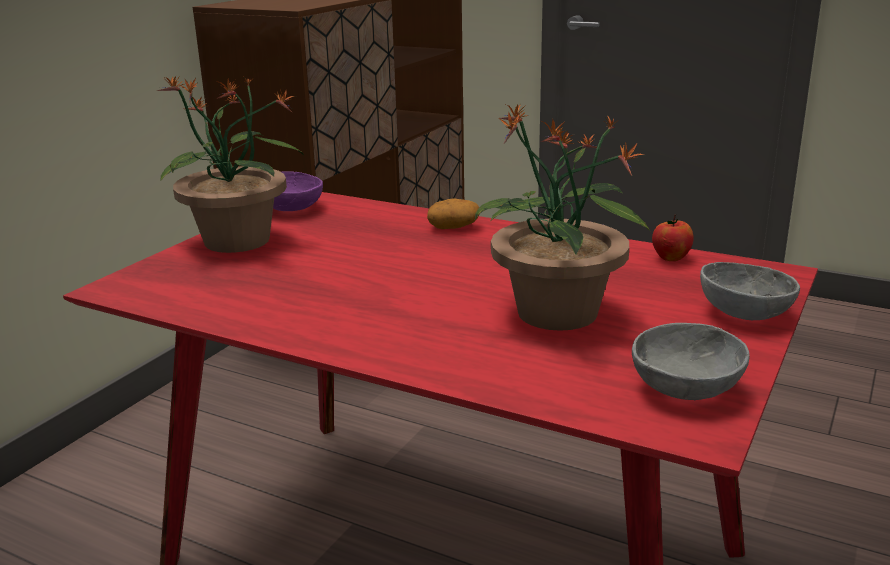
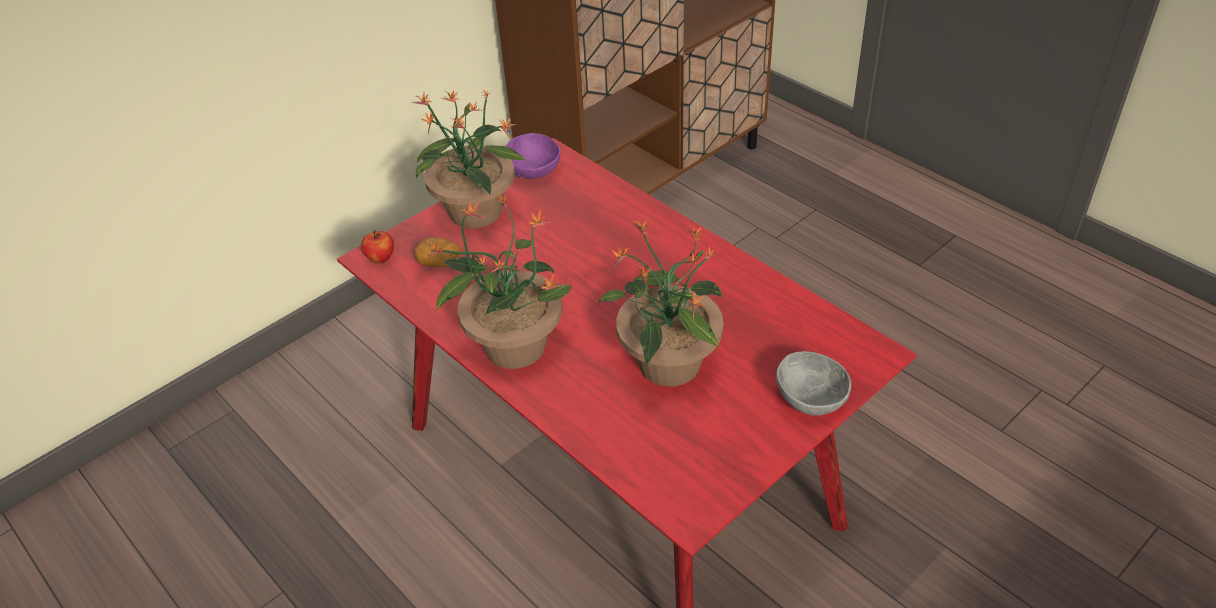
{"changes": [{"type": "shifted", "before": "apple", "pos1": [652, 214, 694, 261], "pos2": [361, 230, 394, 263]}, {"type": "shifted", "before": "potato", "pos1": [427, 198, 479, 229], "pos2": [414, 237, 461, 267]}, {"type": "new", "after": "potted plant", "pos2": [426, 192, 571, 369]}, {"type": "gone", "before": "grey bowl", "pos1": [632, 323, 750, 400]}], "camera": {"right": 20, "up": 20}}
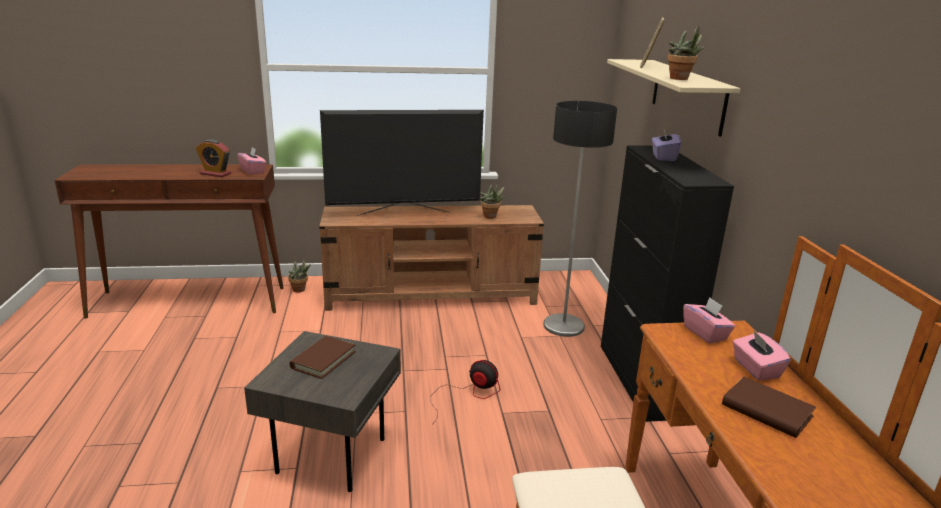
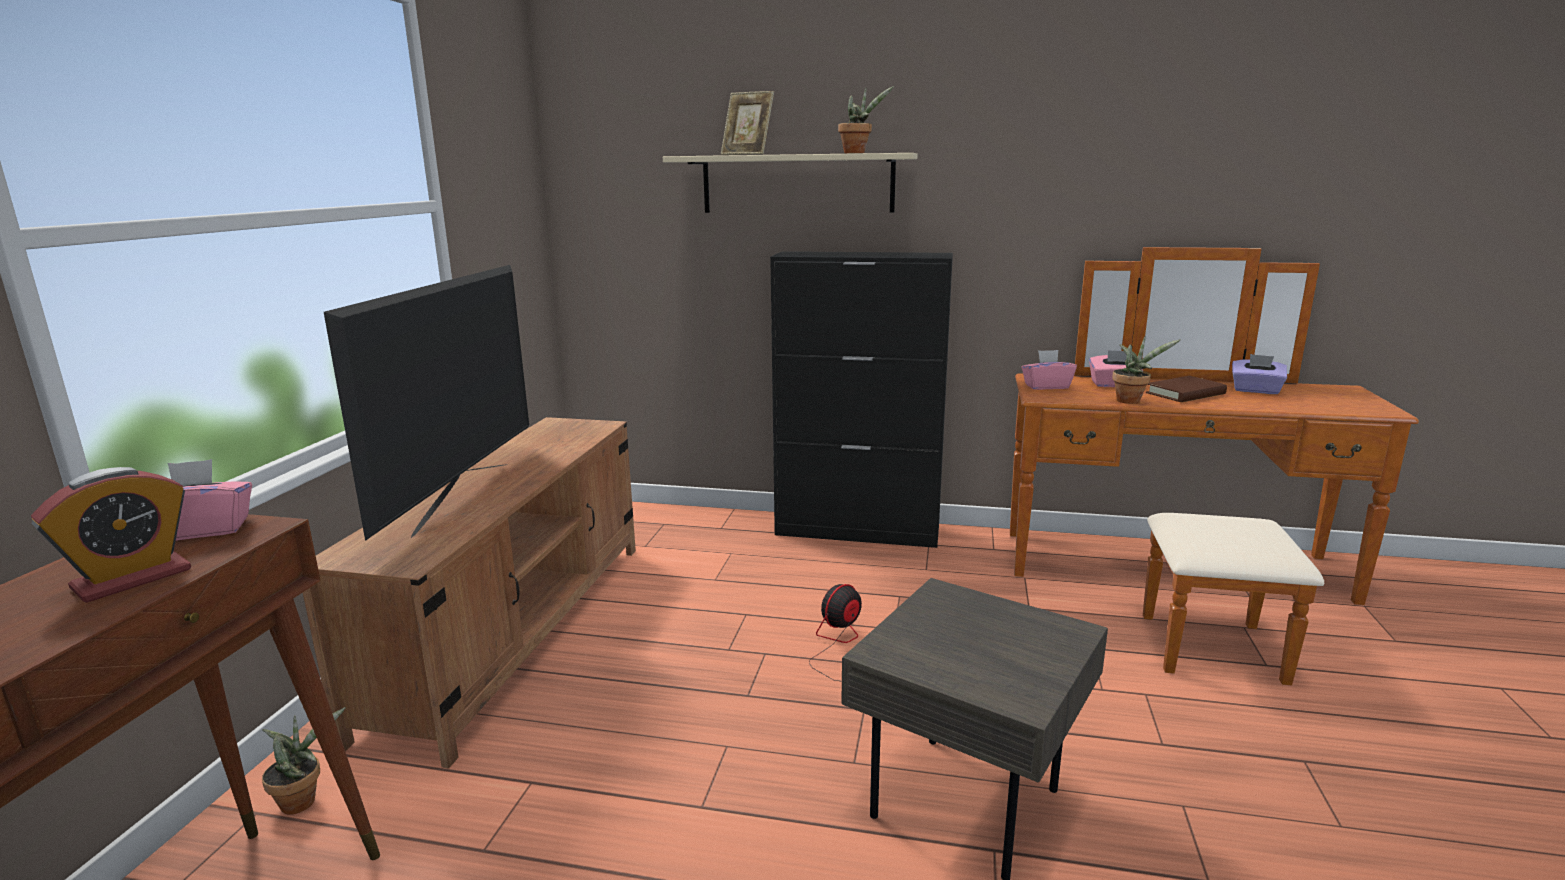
{"changes": [{"type": "shifted", "before": "potted plant", "pos1": [479, 184, 505, 219], "pos2": [1112, 336, 1181, 404]}, {"type": "shifted", "before": "purple tissue box", "pos1": [652, 130, 681, 161], "pos2": [1232, 354, 1287, 394]}, {"type": "gone", "before": "brown book", "pos1": [290, 336, 356, 379]}, {"type": "gone", "before": "floor lamp", "pos1": [544, 101, 617, 337]}], "camera": {"right": -70, "up": -5}}
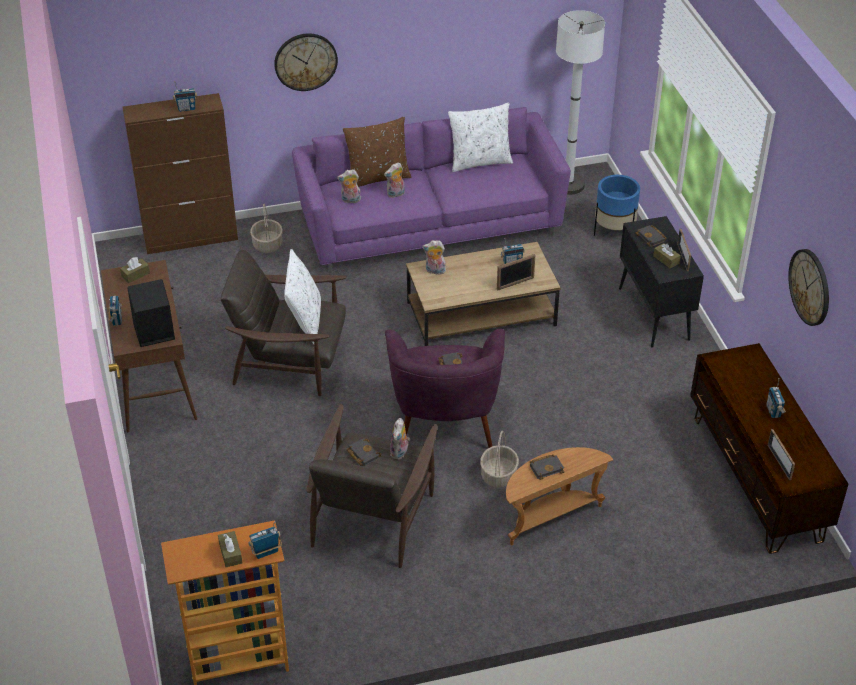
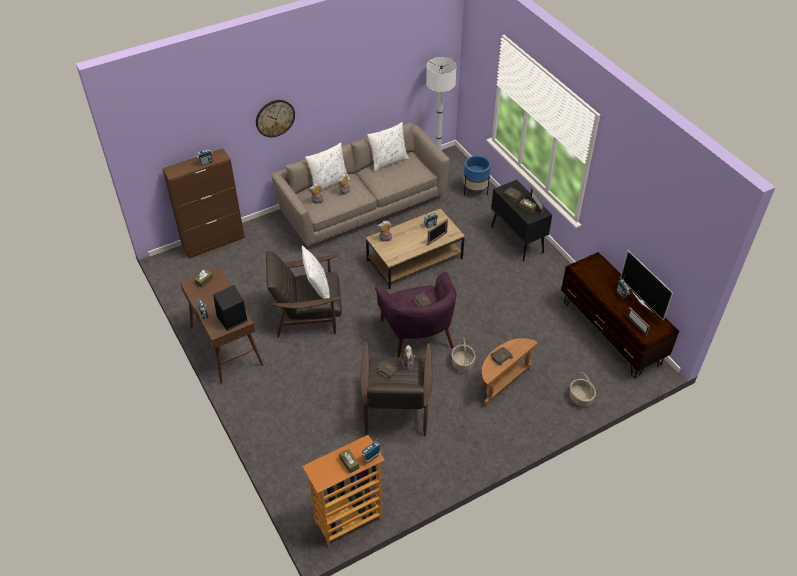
{"changes": [{"type": "repainted", "before": "purple sofa", "after": "beige sofa", "pos1": [292, 107, 571, 273], "pos2": [272, 123, 450, 250]}, {"type": "repainted", "before": "brown pillow", "after": "white pillow", "pos1": [343, 117, 412, 187], "pos2": [305, 143, 350, 191]}, {"type": "shifted", "before": "basket", "pos1": [250, 203, 283, 253], "pos2": [569, 372, 596, 407]}, {"type": "new", "after": "television", "pos2": [620, 250, 673, 321]}, {"type": "gone", "before": "wall clock", "pos1": [788, 249, 829, 326]}], "camera": {"right": -15, "up": 5}}
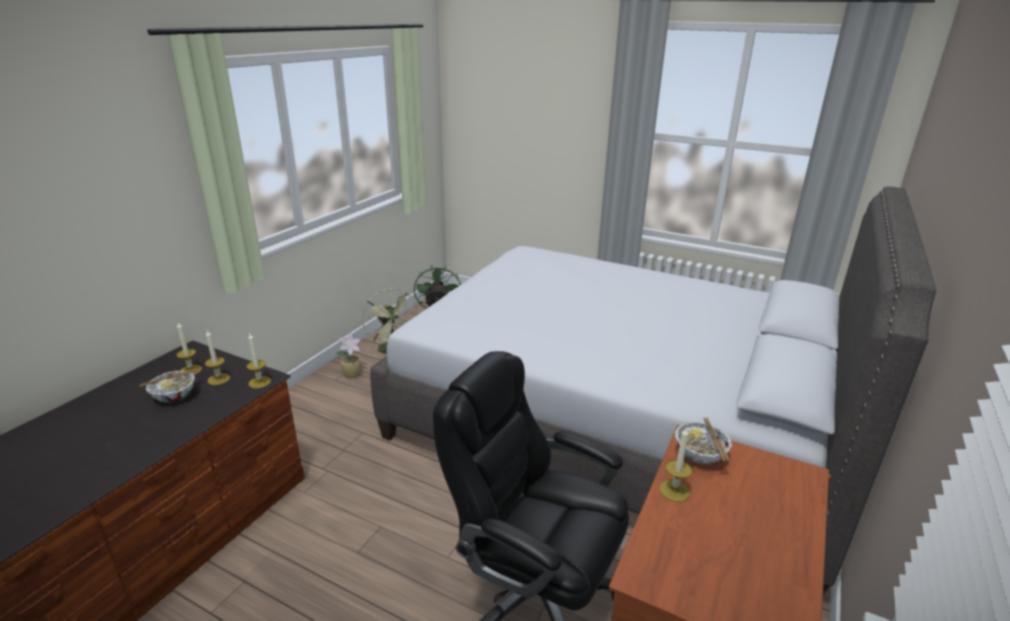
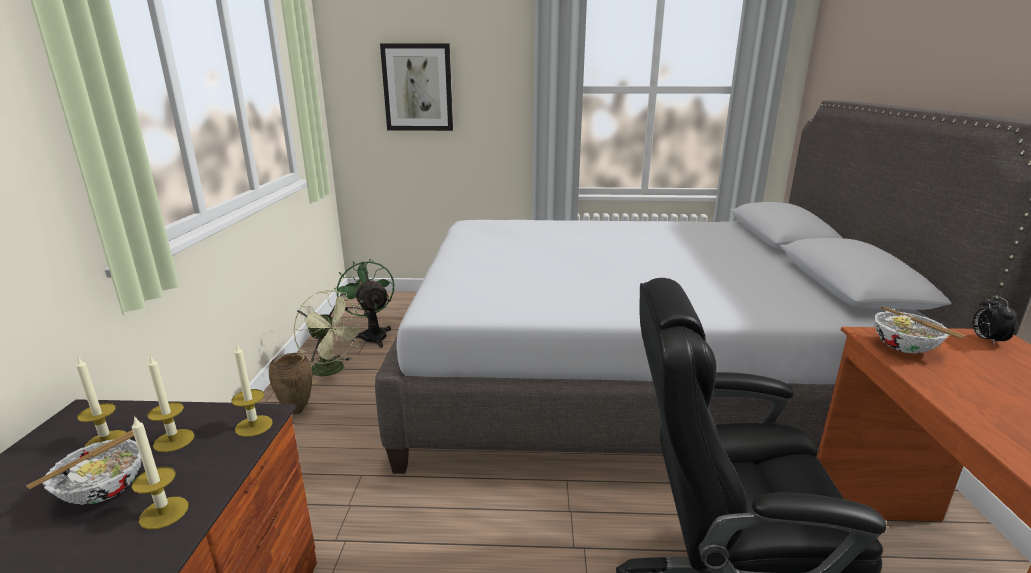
{"changes": [{"type": "shifted", "before": "candle", "pos1": [659, 427, 692, 502], "pos2": [132, 415, 189, 530]}, {"type": "swapped", "before": "potted plant", "after": "brown vase", "pos1": [336, 333, 360, 379], "pos2": [269, 353, 312, 414]}, {"type": "new", "after": "picture", "pos2": [380, 43, 453, 131]}, {"type": "new", "after": "alarm clock", "pos2": [972, 296, 1016, 346]}], "camera": {"right": -25, "up": -5}}
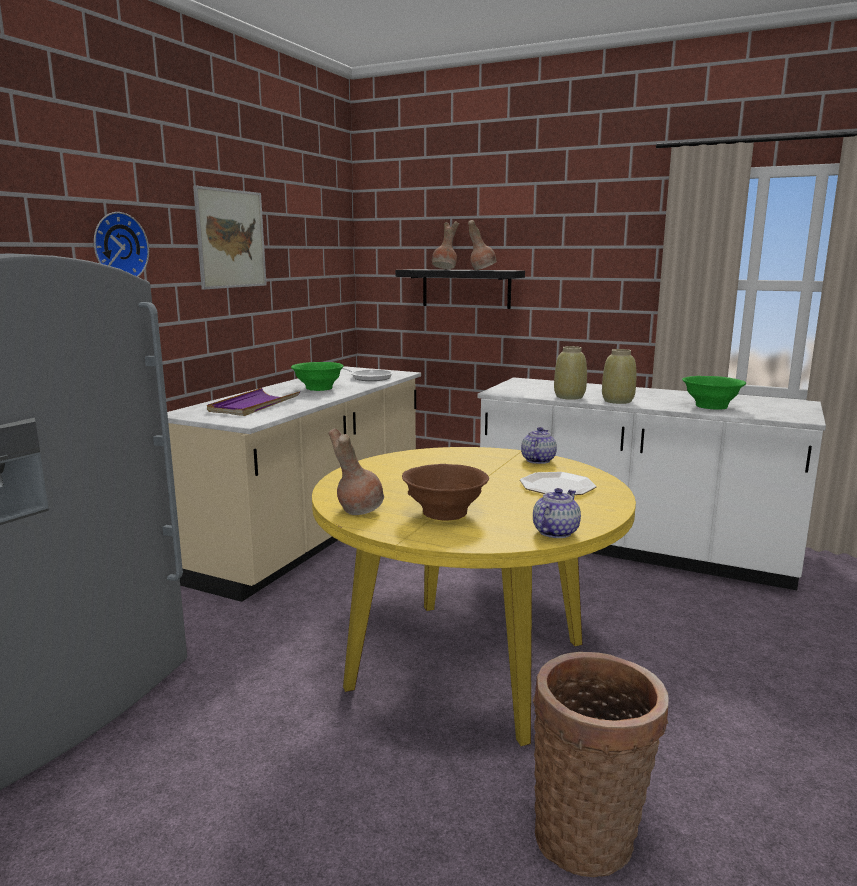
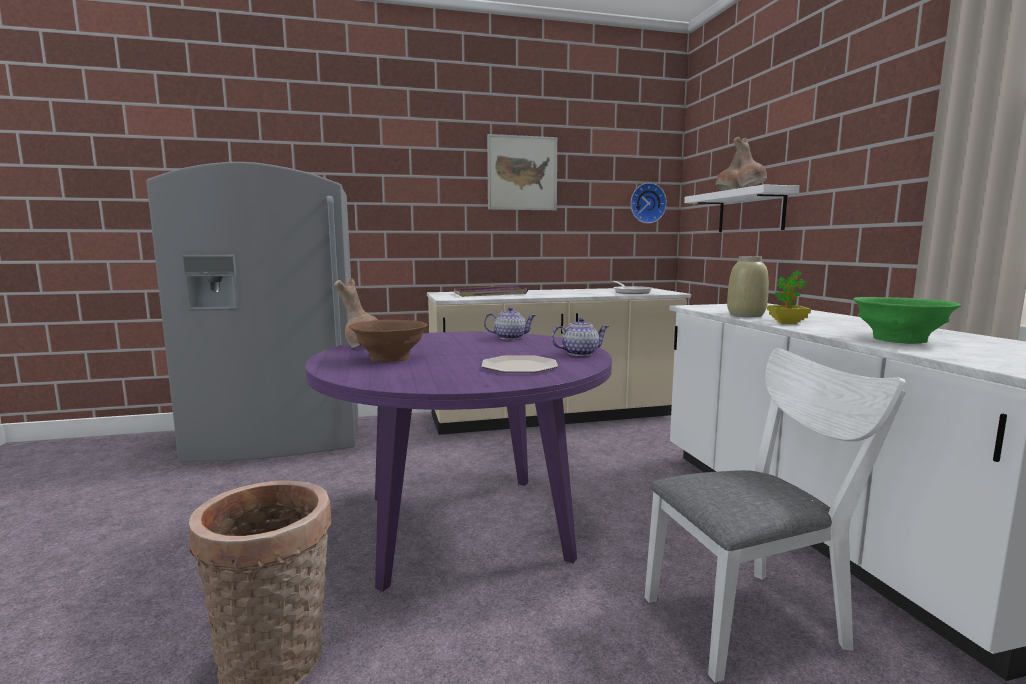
{"changes": [{"type": "repainted", "before": "yellow dining table", "after": "purple dining table", "pos1": [312, 447, 636, 746], "pos2": [305, 332, 612, 592]}, {"type": "shifted", "before": "teapot", "pos1": [533, 488, 581, 538], "pos2": [484, 307, 536, 340]}, {"type": "shifted", "before": "wall clock", "pos1": [94, 212, 149, 277], "pos2": [630, 183, 667, 224]}, {"type": "new", "after": "white chair", "pos2": [645, 348, 905, 682]}, {"type": "repainted", "before": "black shelf", "after": "white shelf", "pos1": [395, 269, 525, 309], "pos2": [684, 184, 800, 232]}, {"type": "swapped", "before": "beige vase", "after": "potted plant", "pos1": [602, 349, 637, 404], "pos2": [767, 270, 811, 324]}, {"type": "gone", "before": "green bowl", "pos1": [291, 362, 344, 391]}], "camera": {"right": 50, "up": -5}}
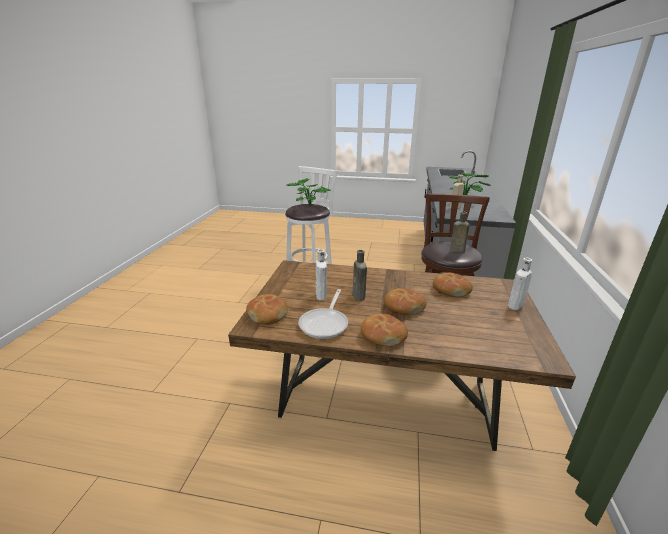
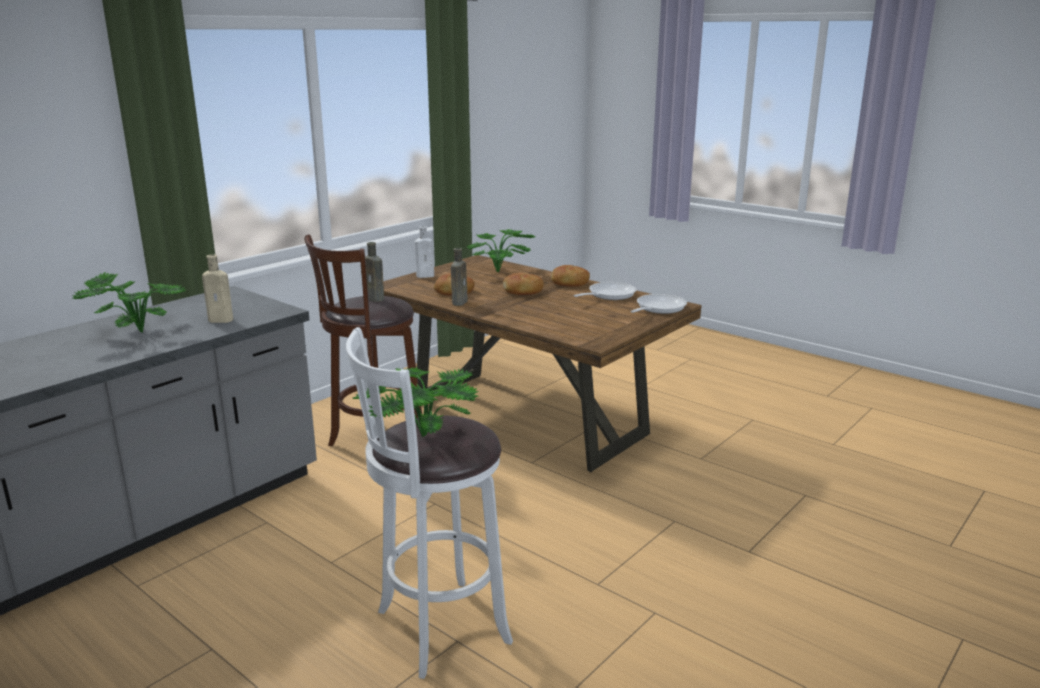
{"changes": [{"type": "shifted", "before": "brown bottle", "pos1": [353, 250, 367, 301], "pos2": [451, 248, 468, 306]}, {"type": "new", "after": "potted plant", "pos2": [466, 229, 535, 272]}, {"type": "swapped", "before": "bread", "after": "frying pan", "pos1": [246, 294, 288, 325], "pos2": [630, 294, 687, 314]}, {"type": "gone", "before": "white bottle", "pos1": [316, 249, 327, 300]}], "camera": {"right": -150, "up": -5}}
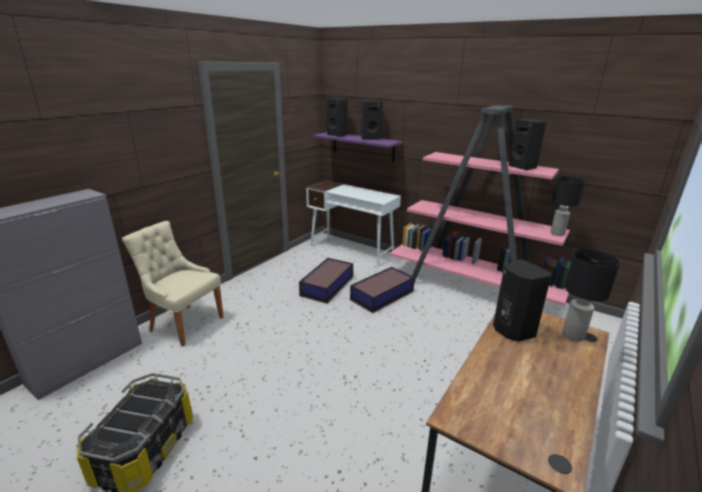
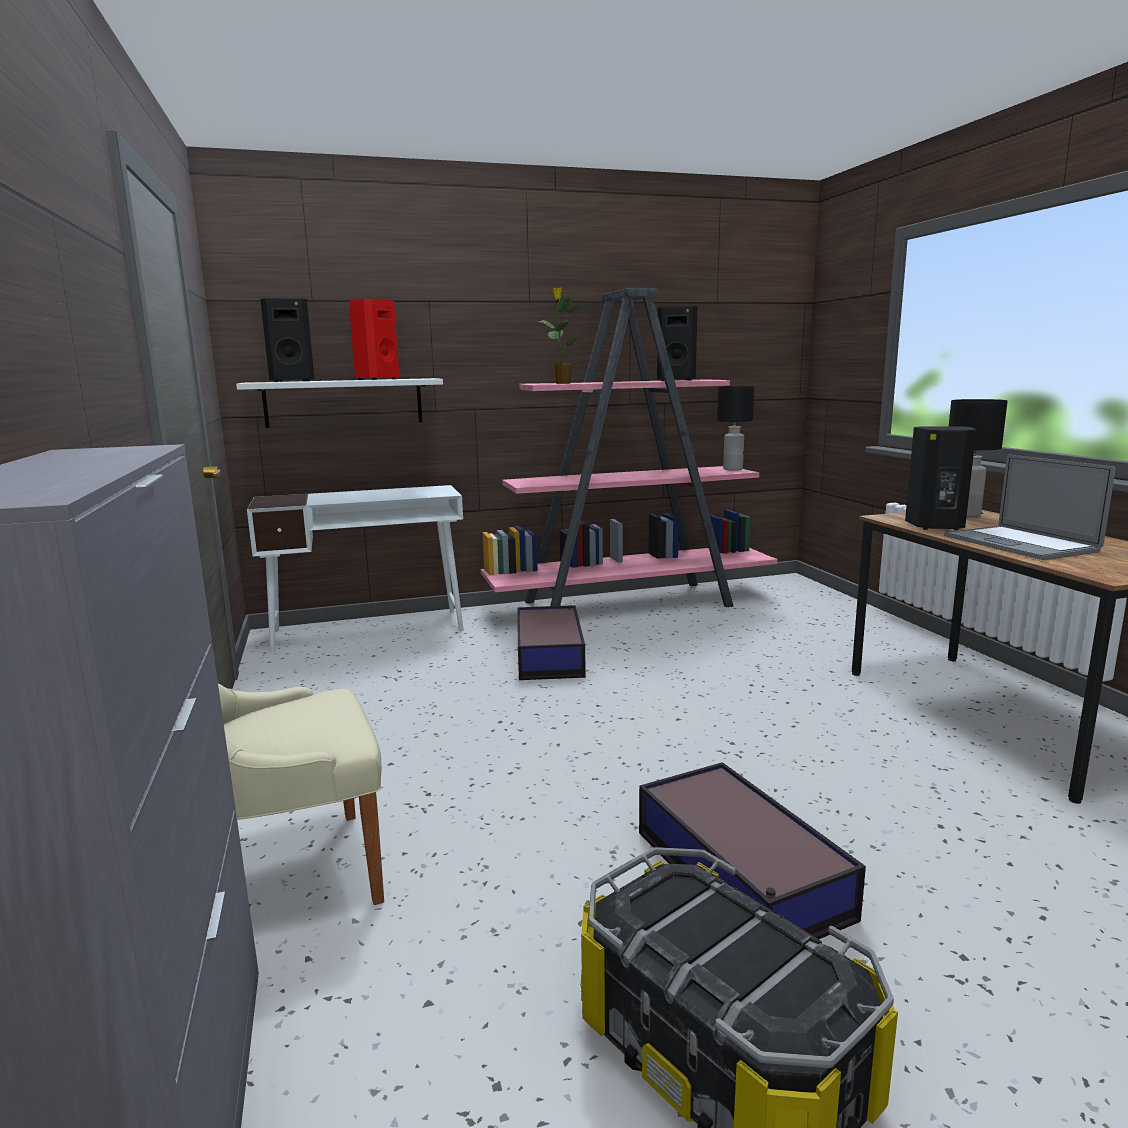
{"changes": [{"type": "repainted", "before": "purple shelf", "after": "white shelf", "pos1": [313, 132, 402, 162], "pos2": [236, 378, 443, 428]}, {"type": "repainted", "before": "black speaker", "after": "red speaker", "pos1": [361, 100, 383, 140], "pos2": [349, 299, 399, 380]}, {"type": "new", "after": "potted plant", "pos2": [538, 288, 586, 384]}, {"type": "shifted", "before": "storage box", "pos1": [299, 258, 353, 304], "pos2": [639, 762, 866, 939]}, {"type": "new", "after": "laptop", "pos2": [944, 455, 1115, 560]}], "camera": {"right": -50, "up": -10}}
